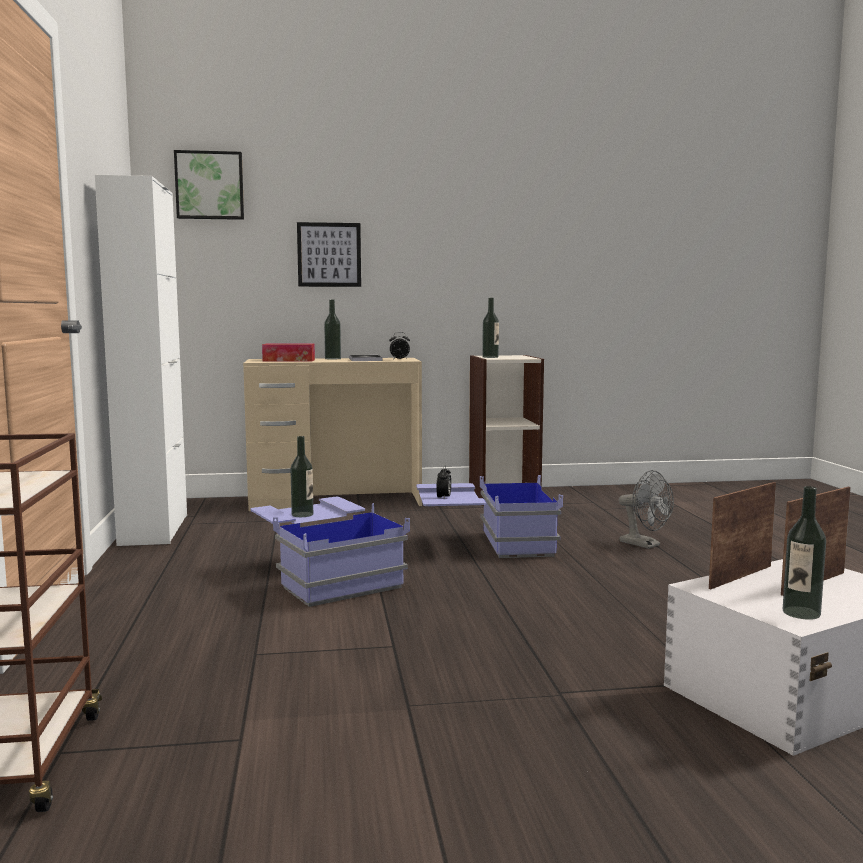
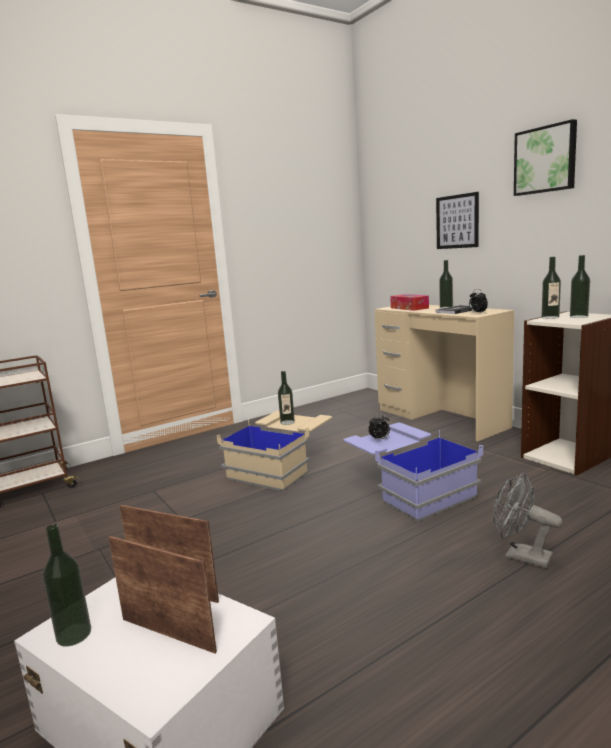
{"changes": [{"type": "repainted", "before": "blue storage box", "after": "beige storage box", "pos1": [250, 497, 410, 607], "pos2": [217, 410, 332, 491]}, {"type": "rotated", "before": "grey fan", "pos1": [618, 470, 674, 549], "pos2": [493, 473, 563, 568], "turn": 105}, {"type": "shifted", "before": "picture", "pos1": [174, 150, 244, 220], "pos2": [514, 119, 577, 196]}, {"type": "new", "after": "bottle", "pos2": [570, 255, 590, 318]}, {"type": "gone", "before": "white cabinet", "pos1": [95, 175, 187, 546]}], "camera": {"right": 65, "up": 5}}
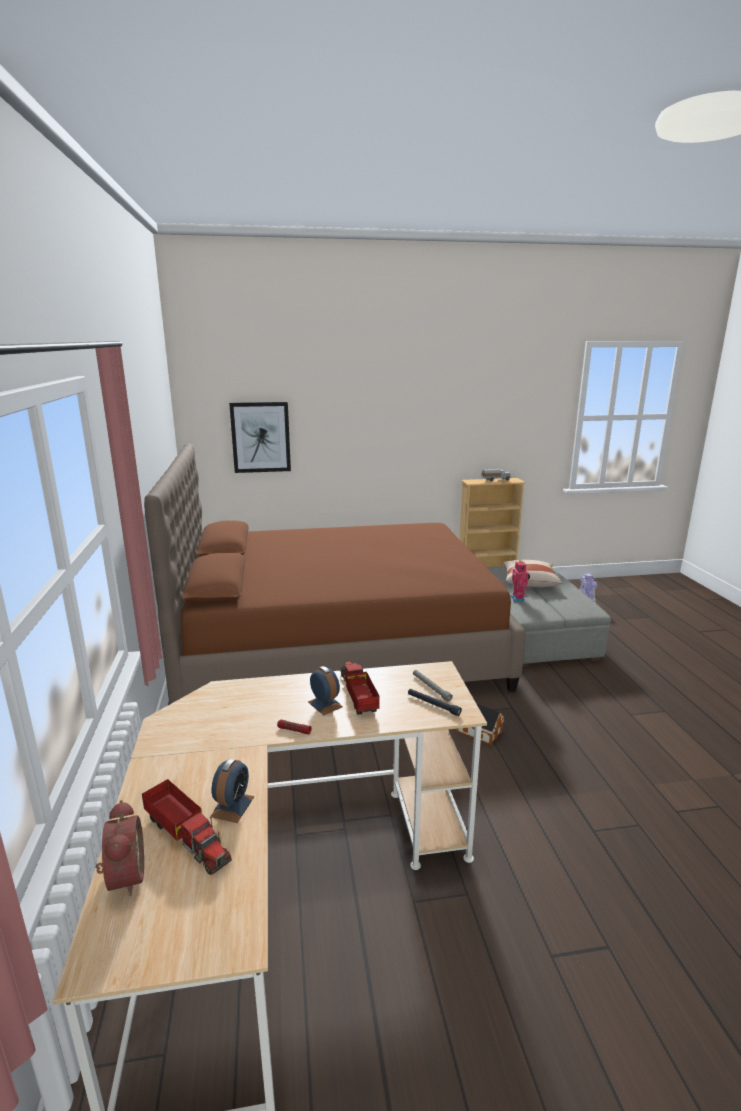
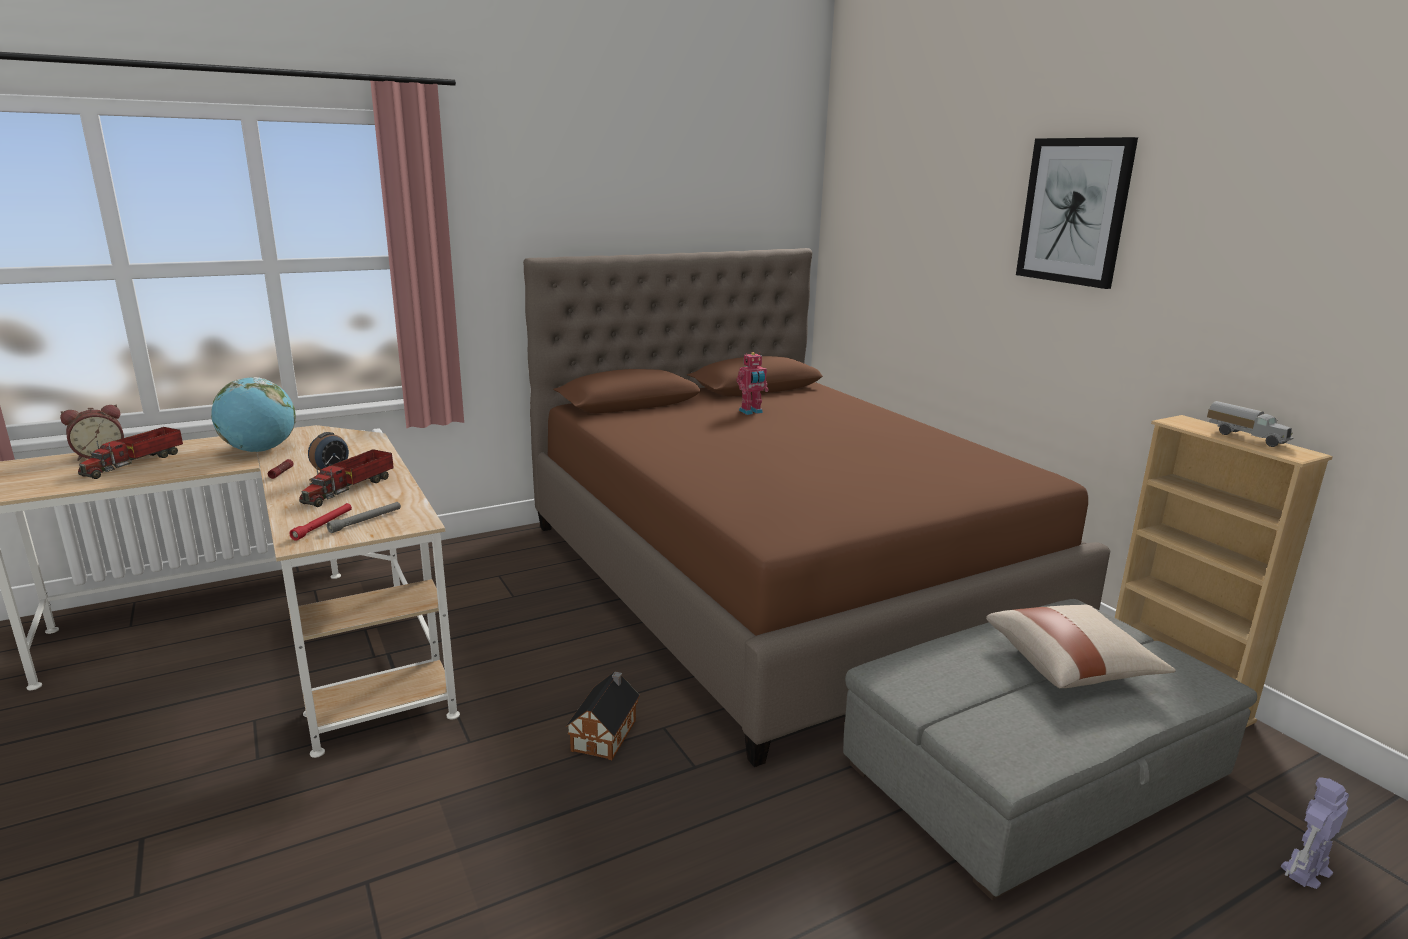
{"changes": [{"type": "new", "after": "globe", "pos2": [211, 377, 296, 452]}, {"type": "repainted", "before": "black flashlight", "after": "red flashlight", "pos1": [408, 689, 462, 716], "pos2": [289, 503, 352, 541]}, {"type": "rotated", "before": "toy truck", "pos1": [340, 660, 380, 715], "pos2": [299, 449, 394, 507], "turn": 150}, {"type": "shifted", "before": "toy robot", "pos1": [510, 561, 530, 602], "pos2": [736, 352, 769, 415]}, {"type": "shifted", "before": "picture", "pos1": [229, 402, 291, 473], "pos2": [1016, 137, 1138, 289]}, {"type": "gone", "before": "alarm clock", "pos1": [210, 759, 254, 823]}], "camera": {"right": 70, "up": 0}}
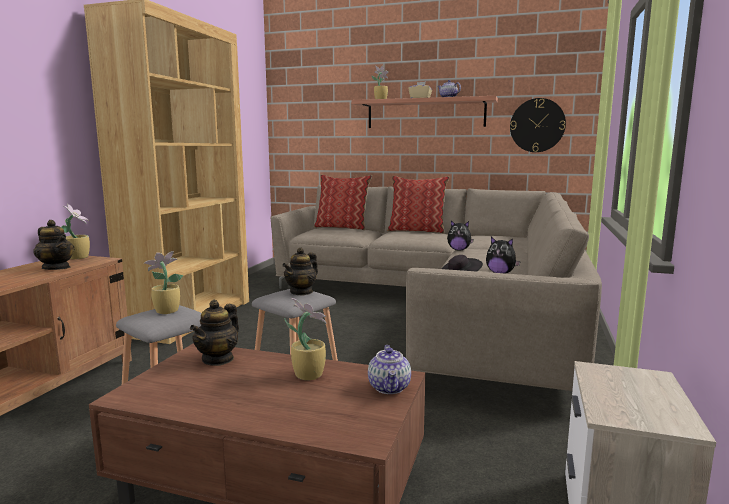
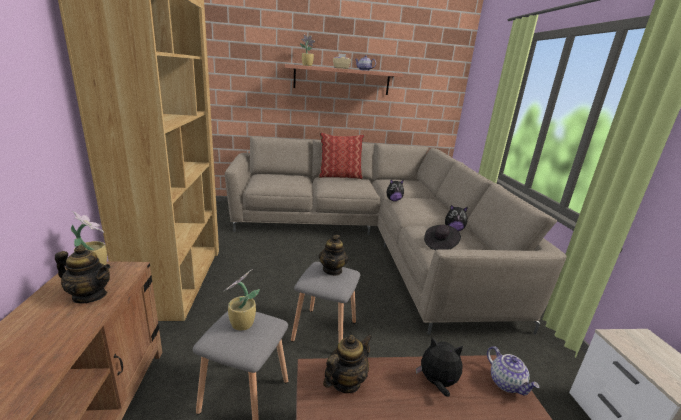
{"changes": [{"type": "rotated", "before": "teapot", "pos1": [190, 300, 239, 366], "pos2": [323, 335, 372, 393], "turn": -135}, {"type": "swapped", "before": "potted plant", "after": "plush toy", "pos1": [284, 298, 327, 380], "pos2": [416, 337, 463, 397]}, {"type": "gone", "before": "pillow", "pos1": [314, 175, 372, 230]}, {"type": "gone", "before": "wall clock", "pos1": [510, 98, 566, 152]}], "camera": {"right": -25, "up": 10}}
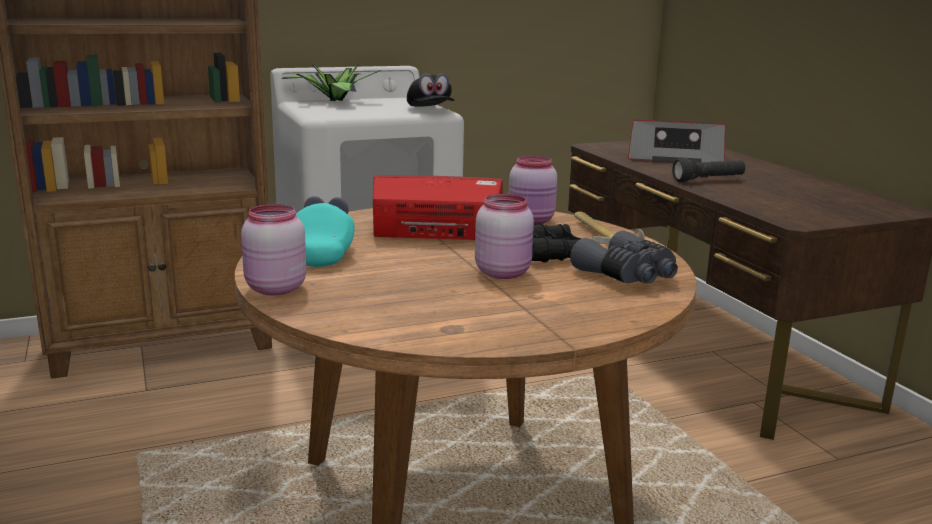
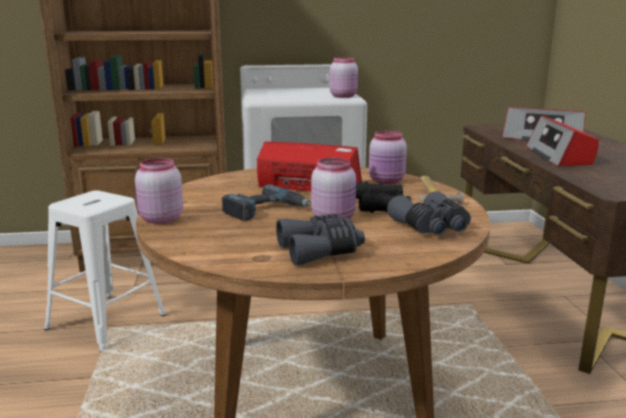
{"changes": [{"type": "new", "after": "white stool", "pos2": [44, 191, 167, 352]}, {"type": "new", "after": "power drill", "pos2": [222, 184, 310, 221]}, {"type": "new", "after": "grey binoculars", "pos2": [276, 214, 365, 266]}, {"type": "swapped", "before": "black cap", "after": "pink jar", "pos1": [407, 73, 454, 106], "pos2": [330, 57, 358, 98]}, {"type": "swapped", "before": "black flashlight", "after": "radio", "pos1": [672, 158, 745, 182], "pos2": [526, 115, 599, 166]}, {"type": "gone", "before": "potted plant", "pos1": [281, 64, 381, 102]}, {"type": "gone", "before": "turquoise cap", "pos1": [296, 196, 355, 267]}], "camera": {"right": 15, "up": 0}}
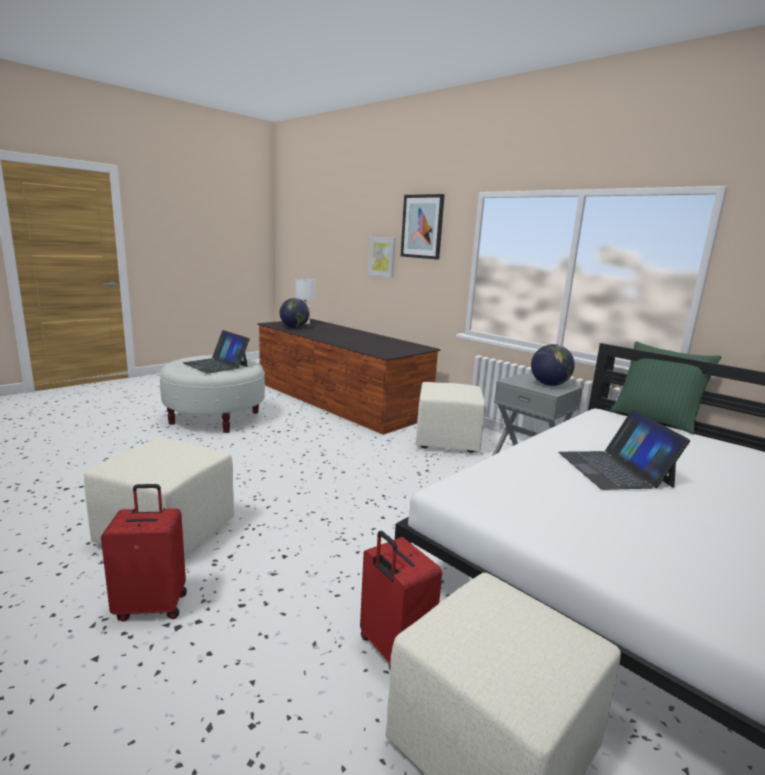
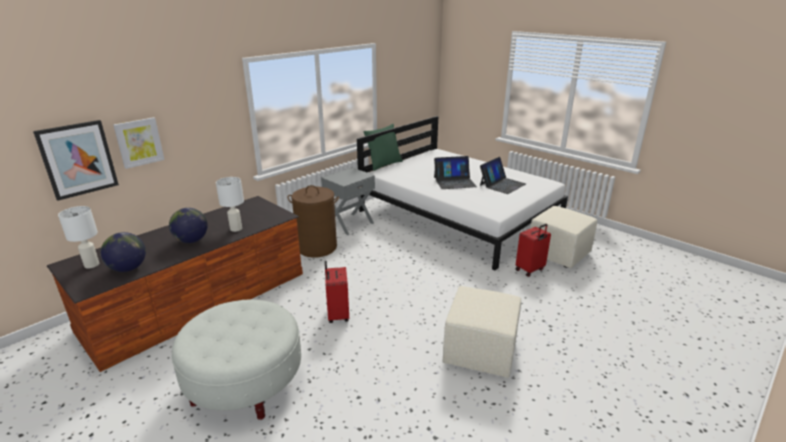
{"changes": [{"type": "shifted", "before": "picture", "pos1": [401, 194, 445, 260], "pos2": [33, 120, 119, 201]}, {"type": "shifted", "before": "globe", "pos1": [531, 344, 575, 386], "pos2": [169, 208, 208, 243]}, {"type": "new", "after": "white table lamp", "pos2": [216, 177, 244, 232]}, {"type": "swapped", "before": "beige ottoman", "after": "brown laundry basket", "pos1": [416, 382, 486, 453], "pos2": [287, 185, 339, 258]}, {"type": "shifted", "before": "red suitcase", "pos1": [101, 484, 187, 621], "pos2": [325, 261, 349, 323]}, {"type": "shifted", "before": "laptop", "pos1": [183, 330, 250, 374], "pos2": [480, 157, 526, 194]}], "camera": {"right": -90, "up": 10}}
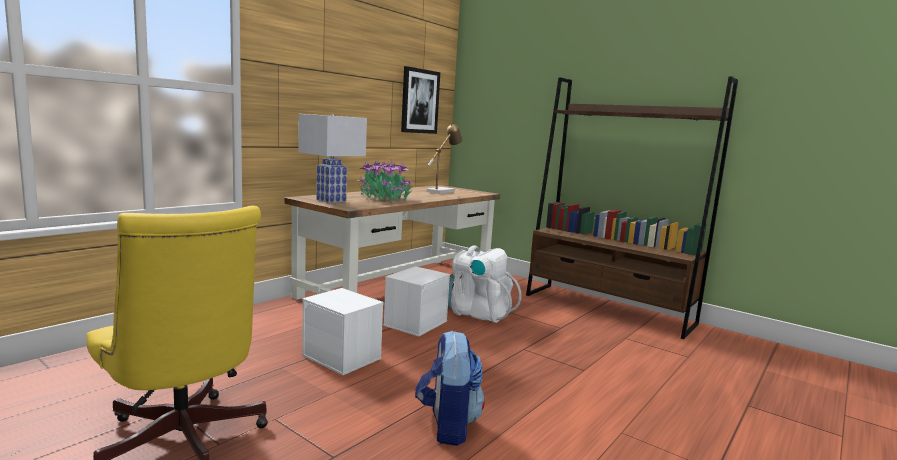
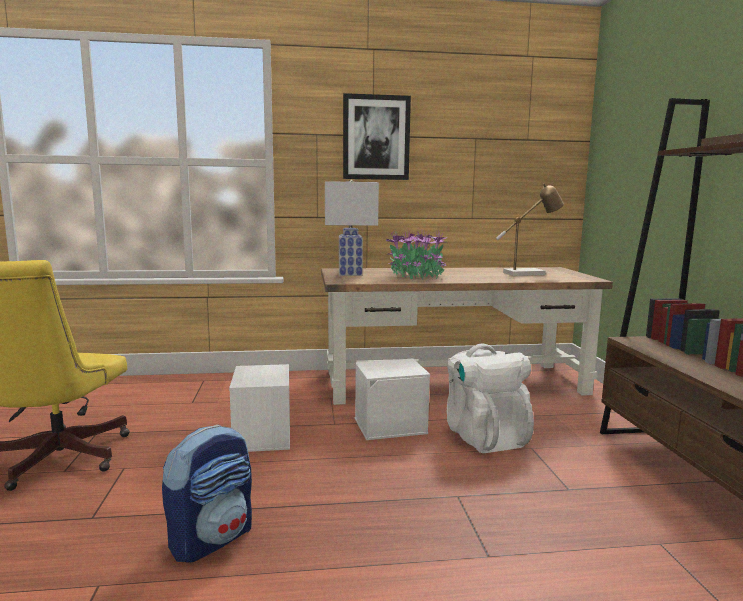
{"changes": [{"type": "shifted", "before": "picture", "pos1": [401, 66, 440, 134], "pos2": [343, 93, 411, 180]}], "camera": {"right": 45, "up": 0}}
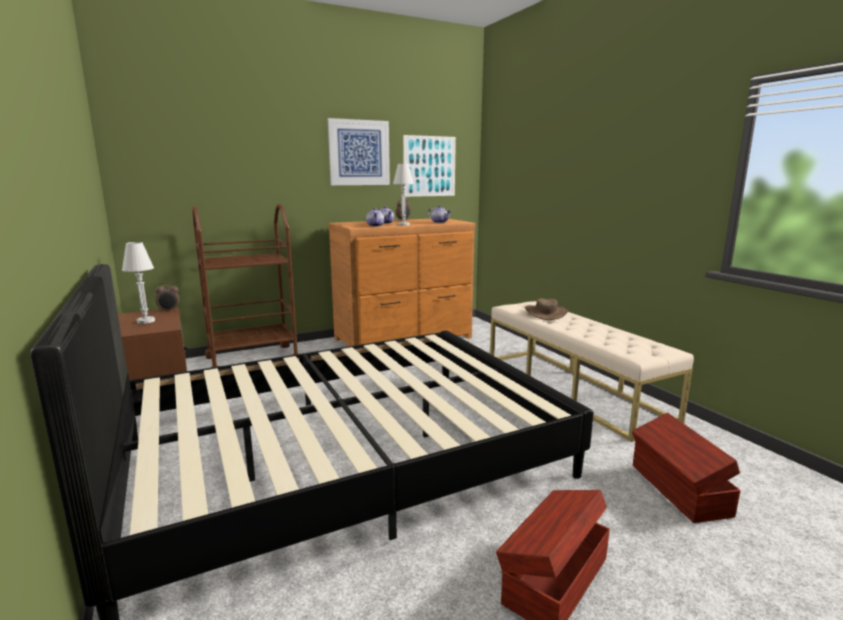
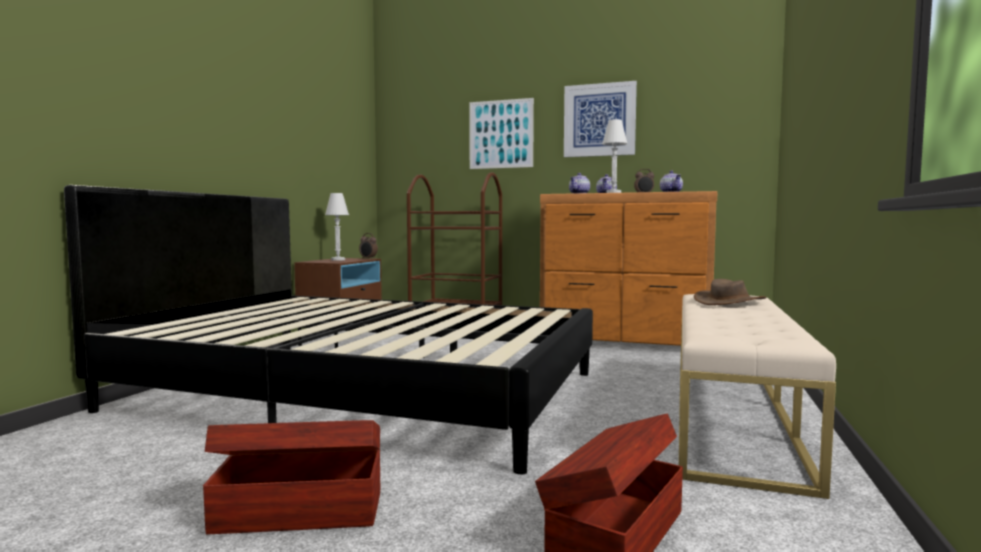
{"changes": [{"type": "shifted", "before": "picture", "pos1": [403, 135, 456, 197], "pos2": [469, 98, 534, 169]}], "camera": {"right": 45, "up": -10}}
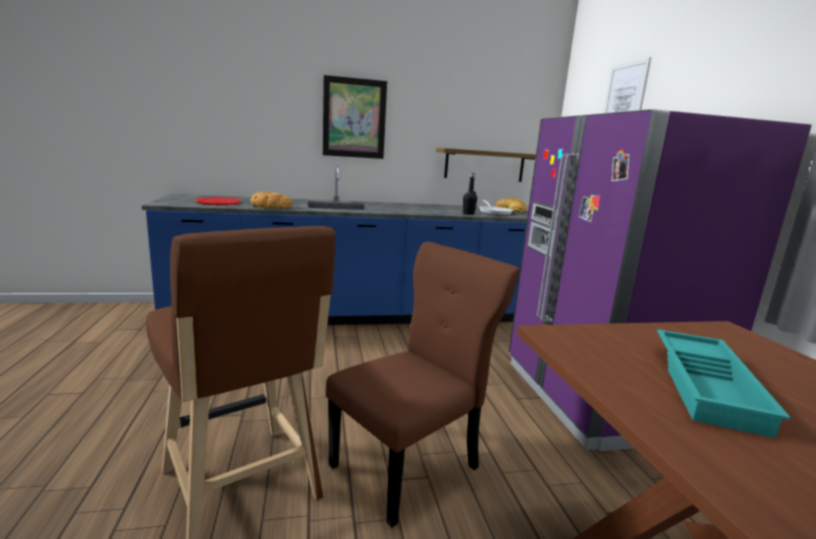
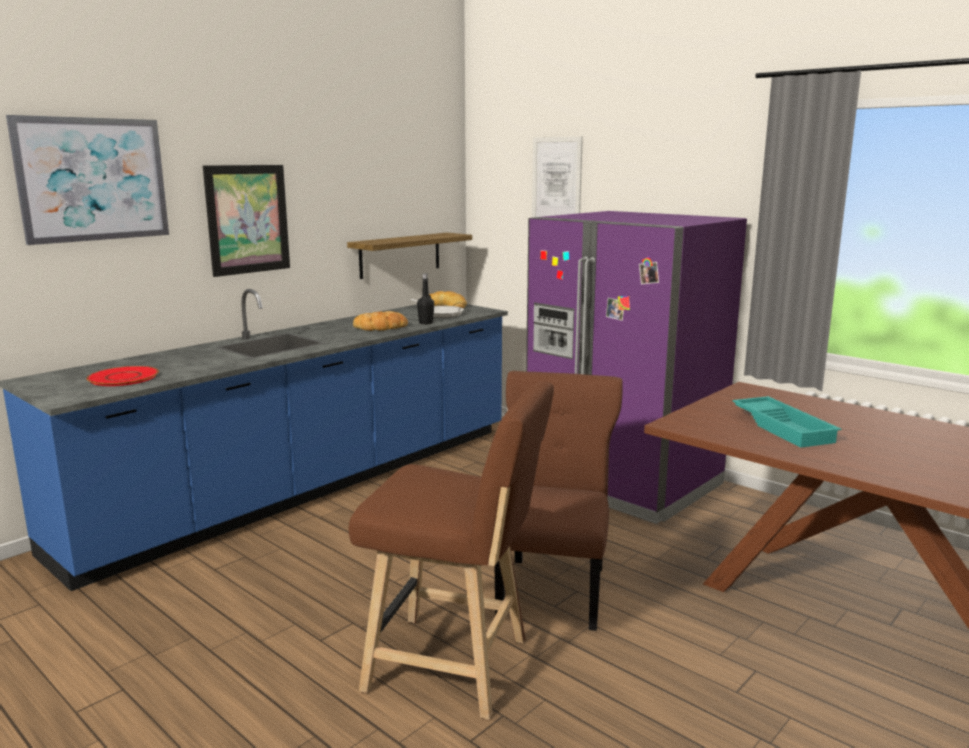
{"changes": [{"type": "new", "after": "picture", "pos2": [6, 115, 169, 245]}, {"type": "shifted", "before": "bread", "pos1": [251, 192, 293, 209], "pos2": [353, 311, 408, 331]}], "camera": {"right": -35, "up": 0}}
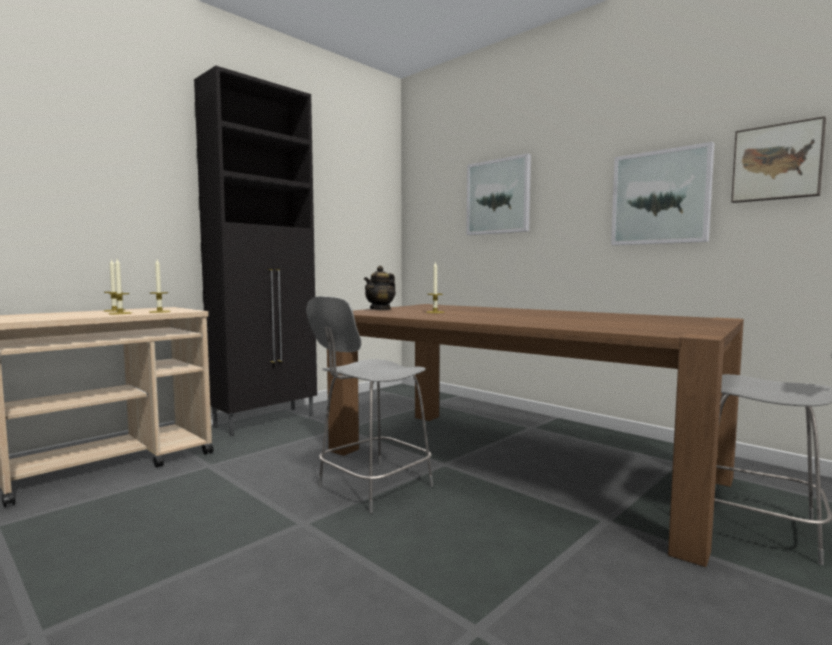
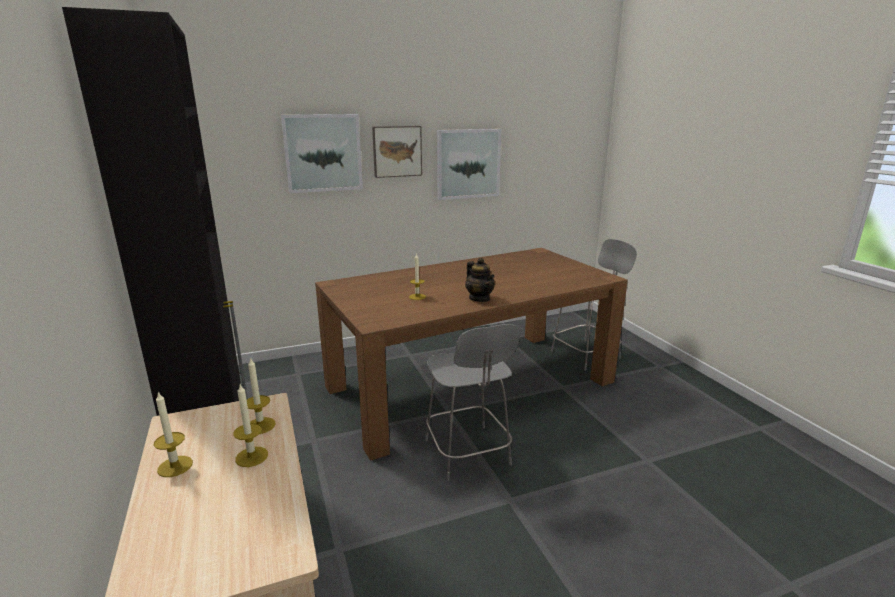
{"changes": [{"type": "shifted", "before": "picture", "pos1": [731, 116, 826, 203], "pos2": [372, 126, 422, 178]}, {"type": "shifted", "before": "teapot", "pos1": [364, 266, 396, 310], "pos2": [465, 258, 495, 302]}], "camera": {"right": -65, "up": 15}}
